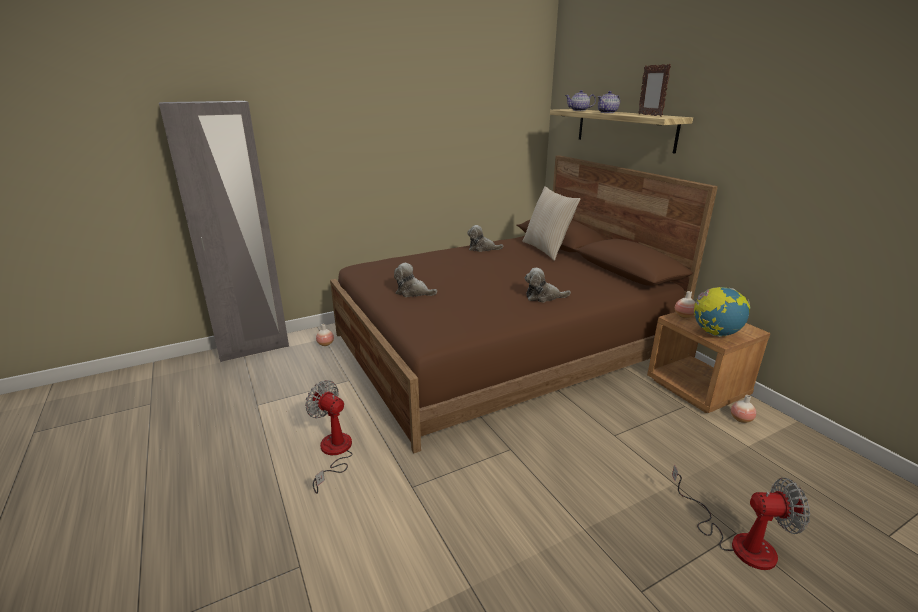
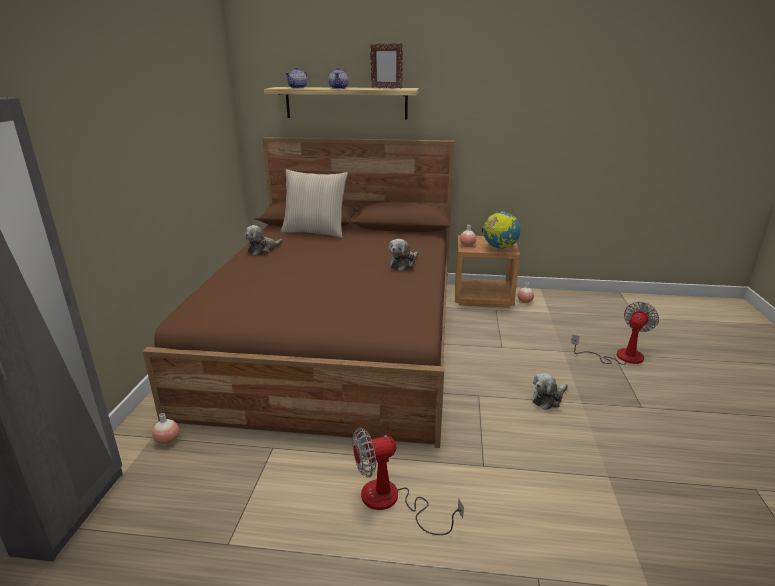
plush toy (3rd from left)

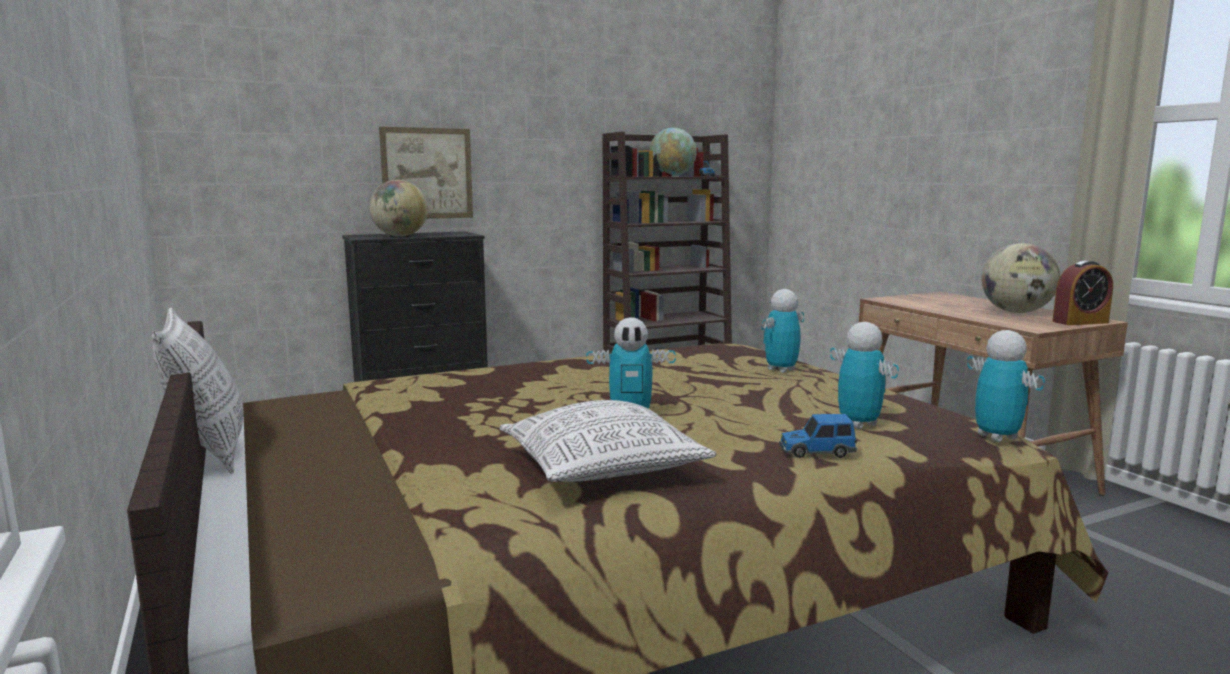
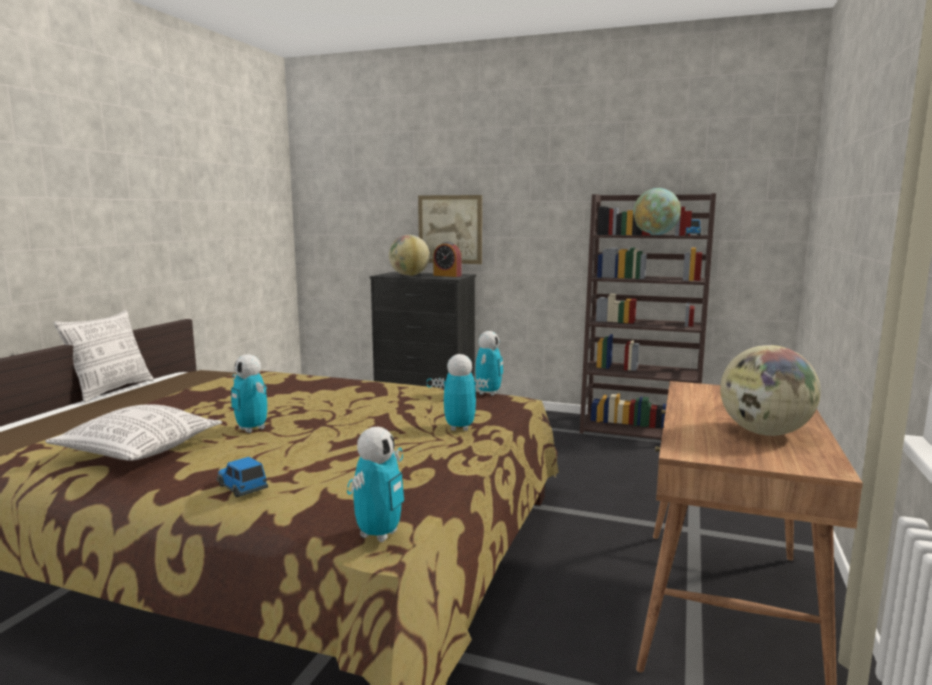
toy robot (4th from left)
alarm clock

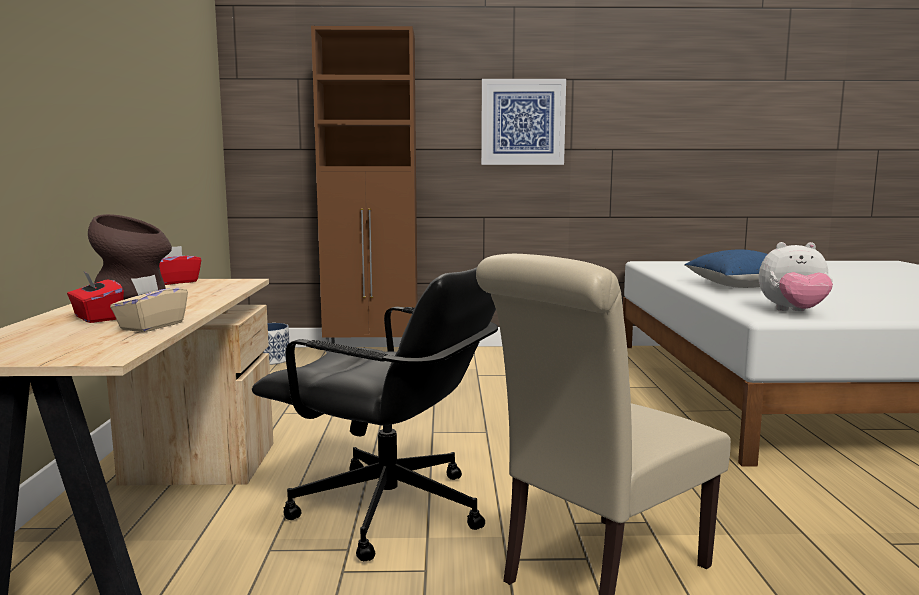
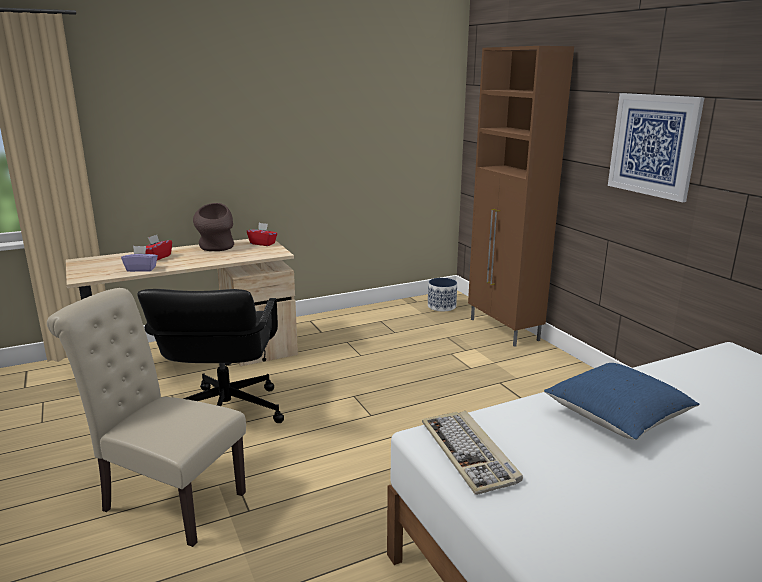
purple tissue holder
PC keyboard

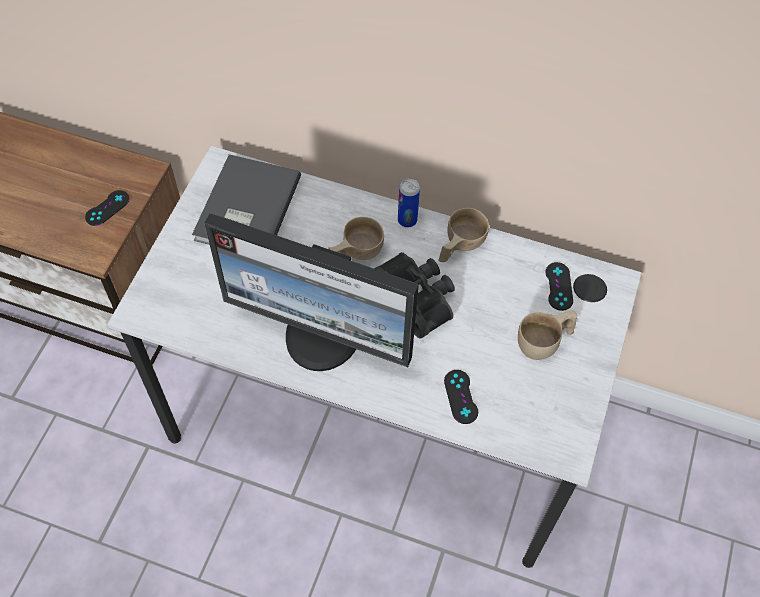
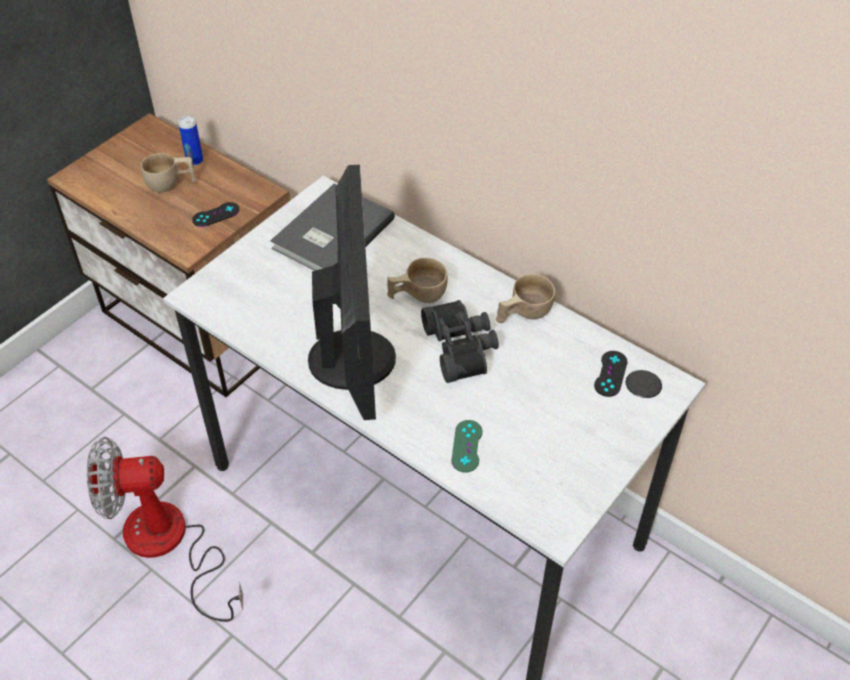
computer display
sealed can
green-coloured game controller
beige-coloured cup (1st from left)
fan

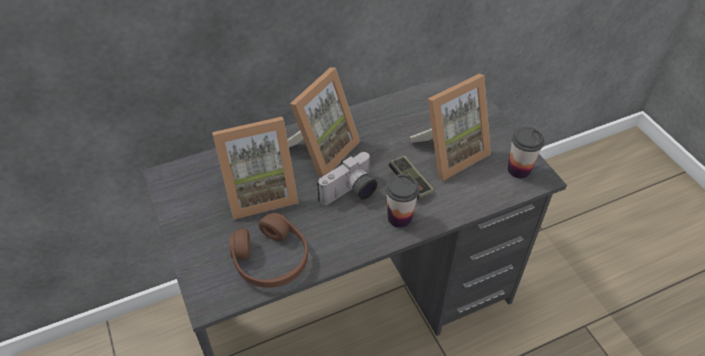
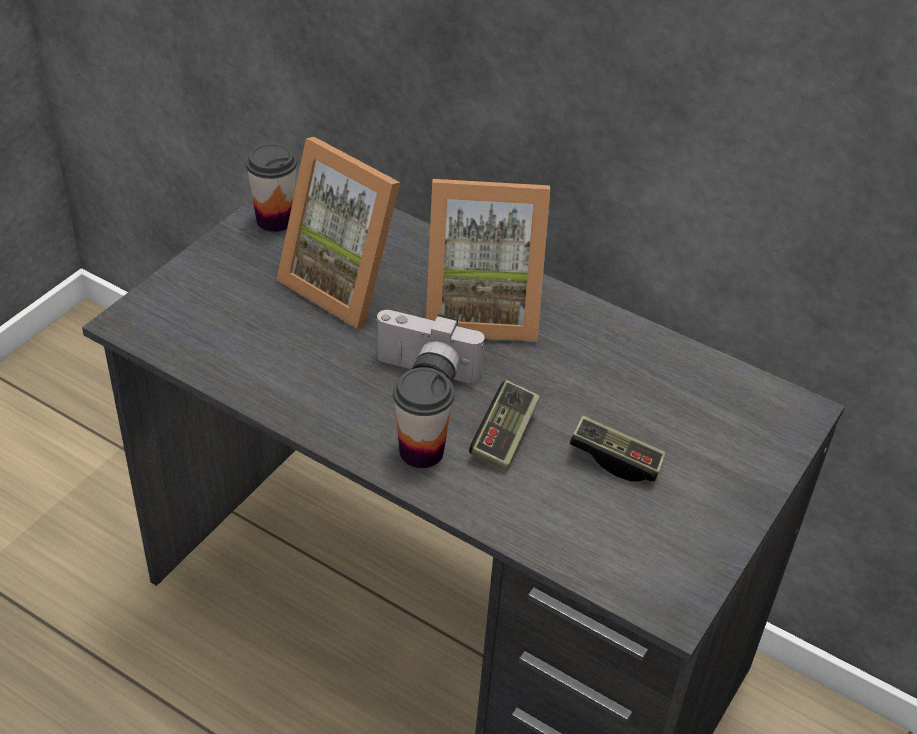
brown-coloured pair of headphones
game controller (2nd from left)
cup (1st from left)

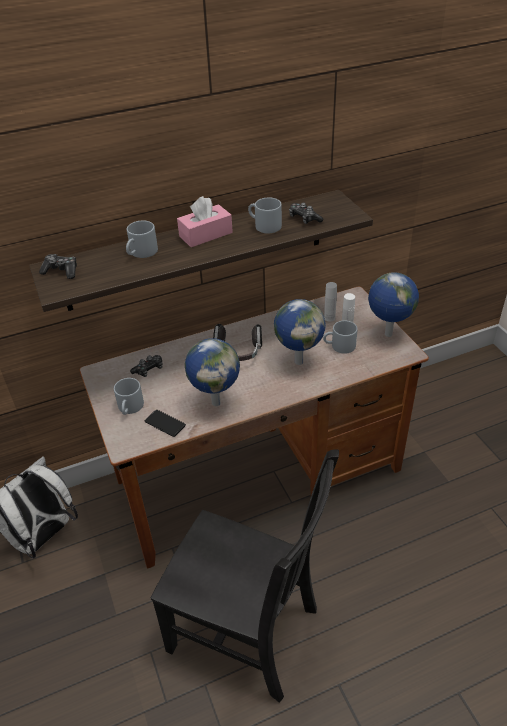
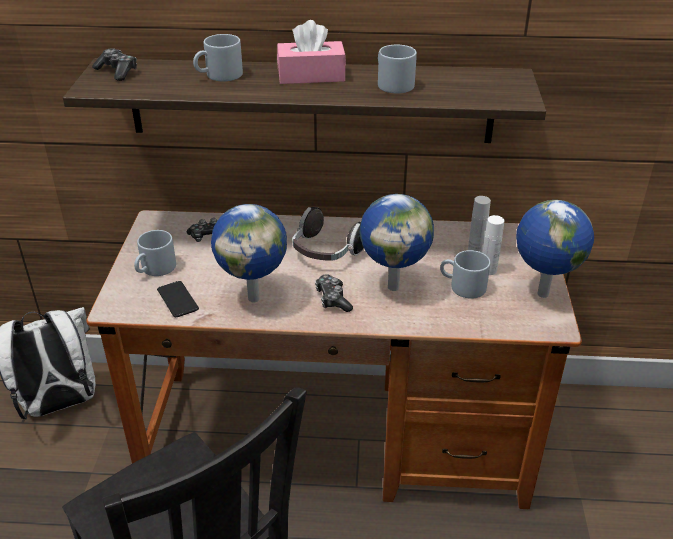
game controller (3rd from left)

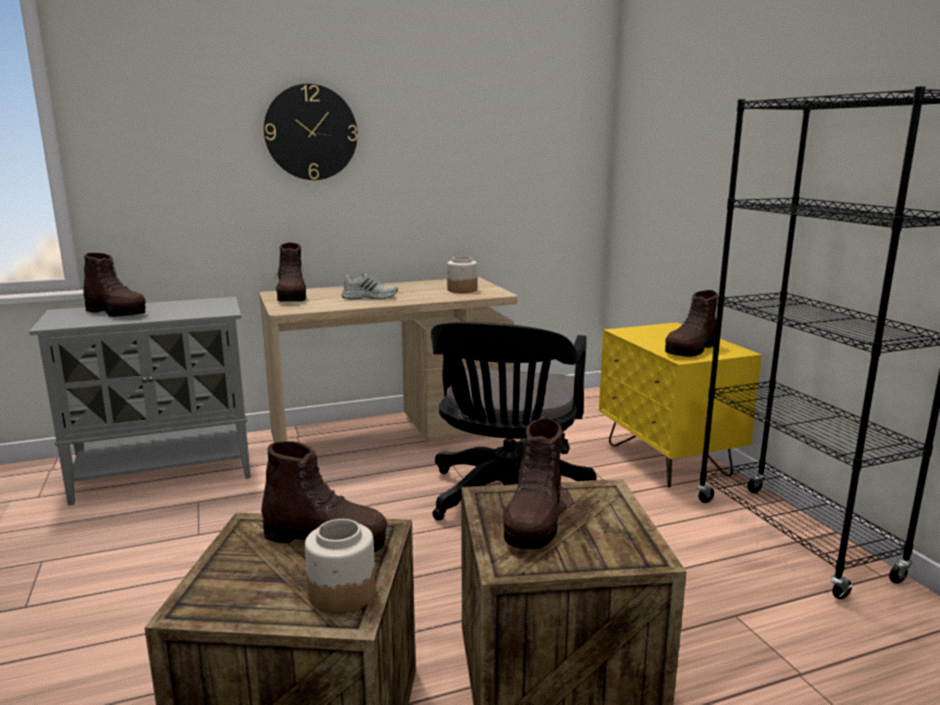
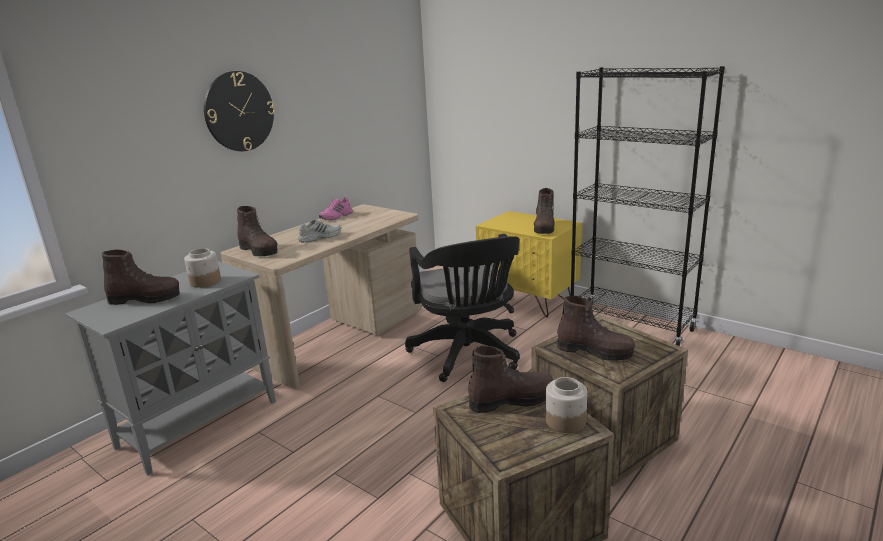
preserve jar (1st from left)
brown-coloured high-top boot (5th from left)
pinkish low shoe

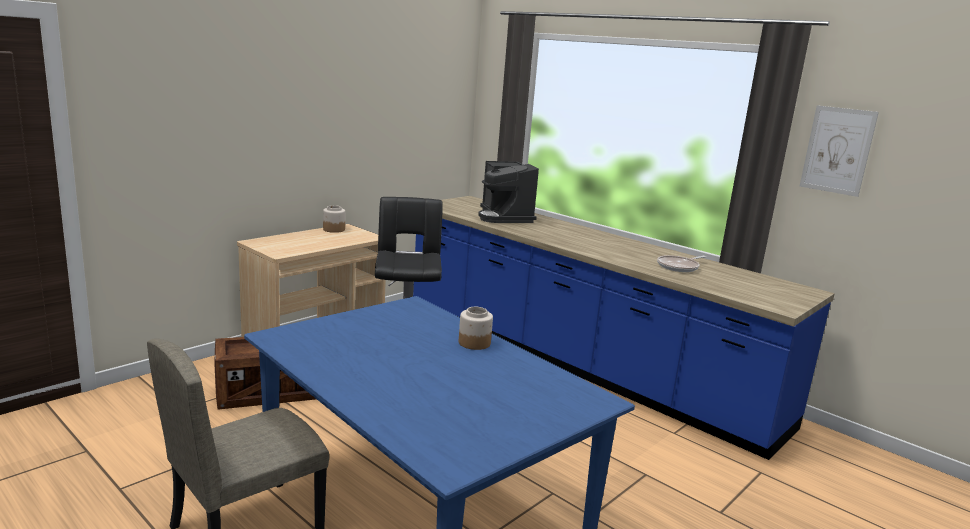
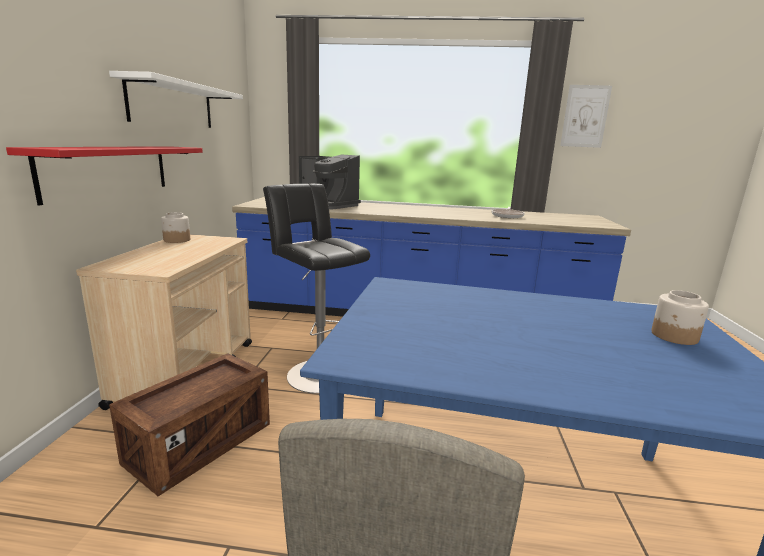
preserve jar (2nd from left)
reddish shelf
white-coloured shelf

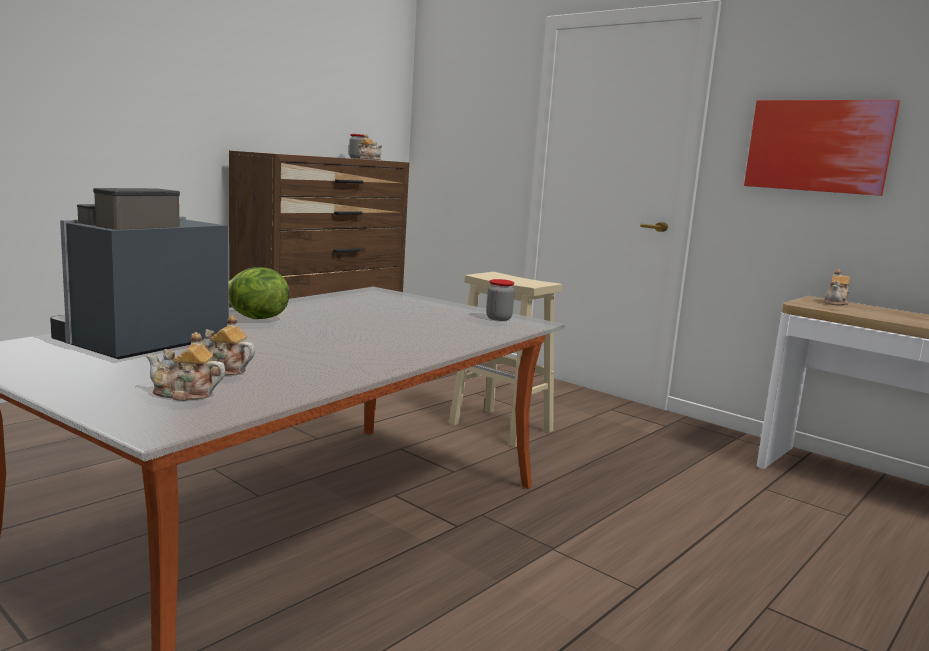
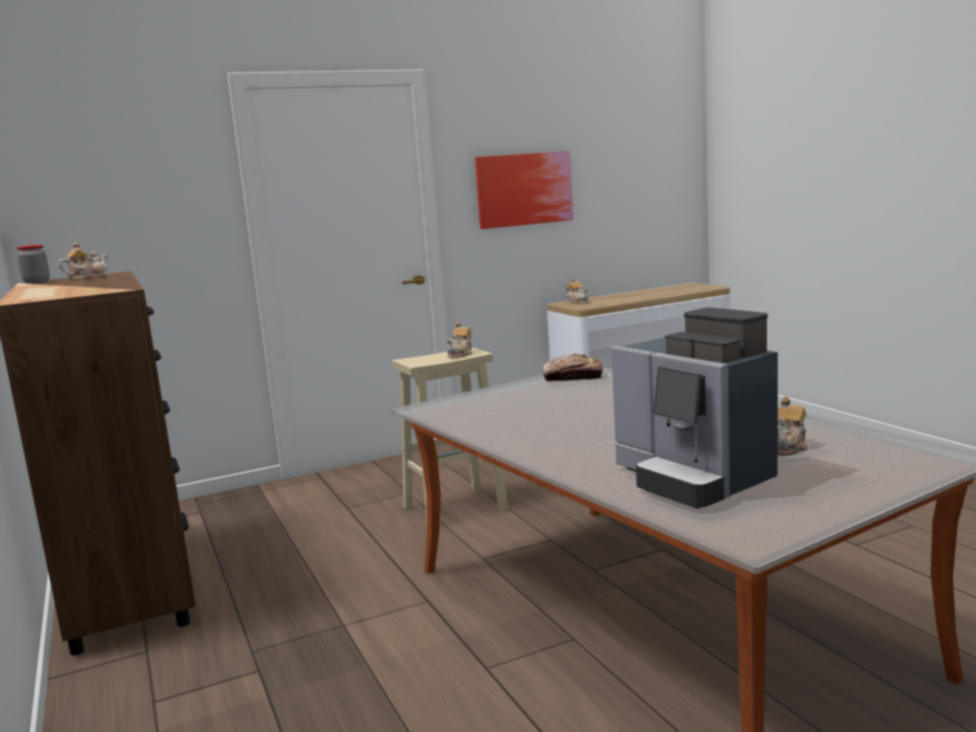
pot for tea (2nd from left)
lettuce head
bread

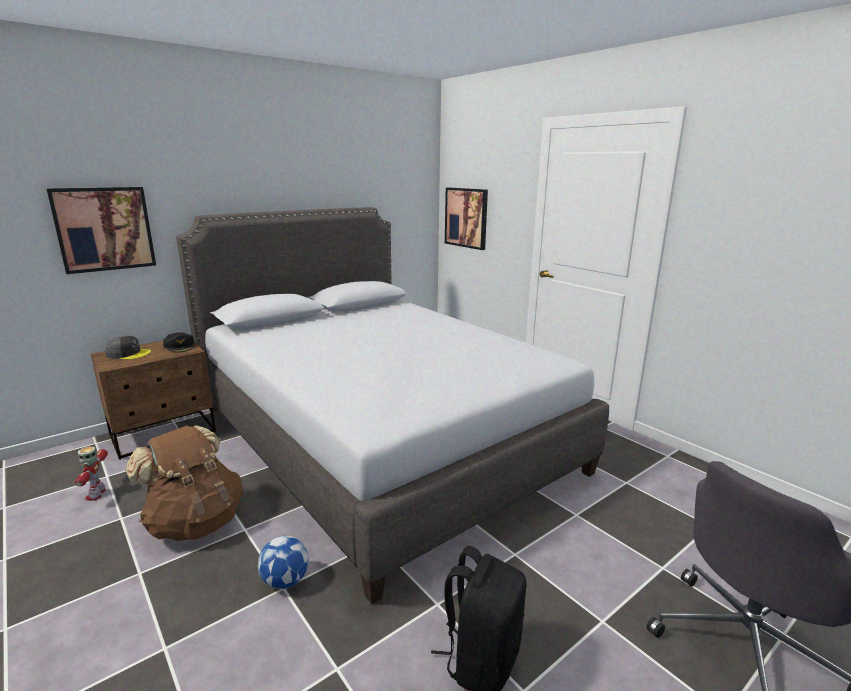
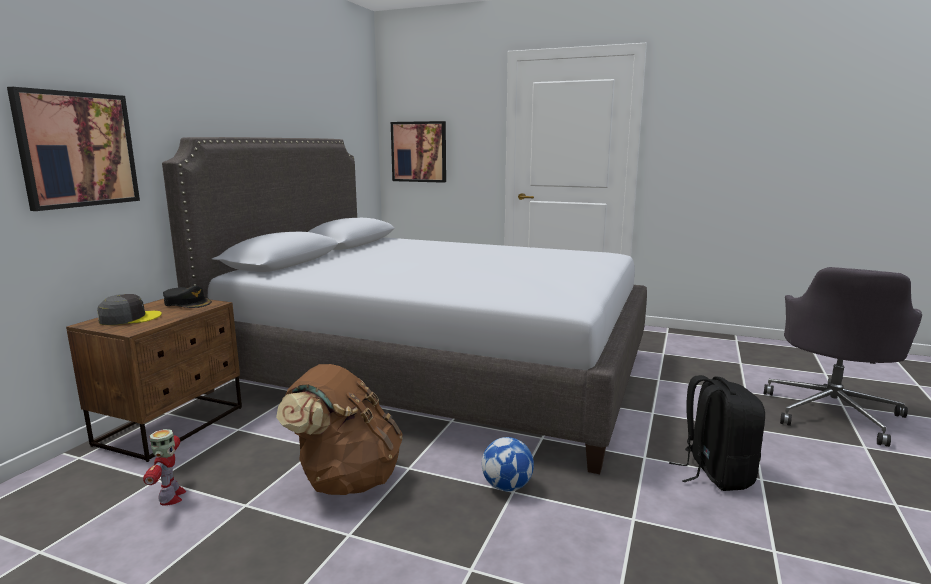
toy robot

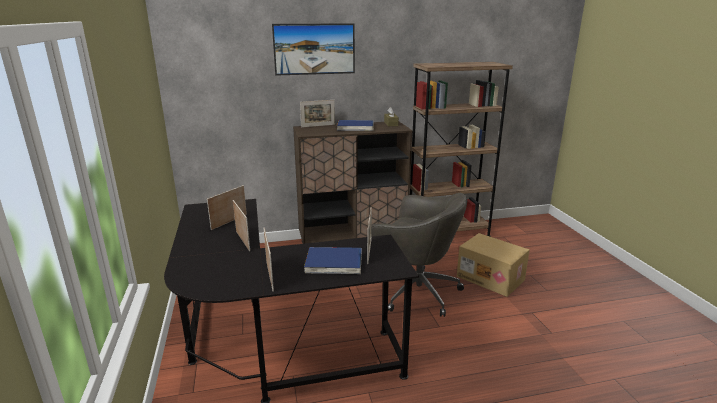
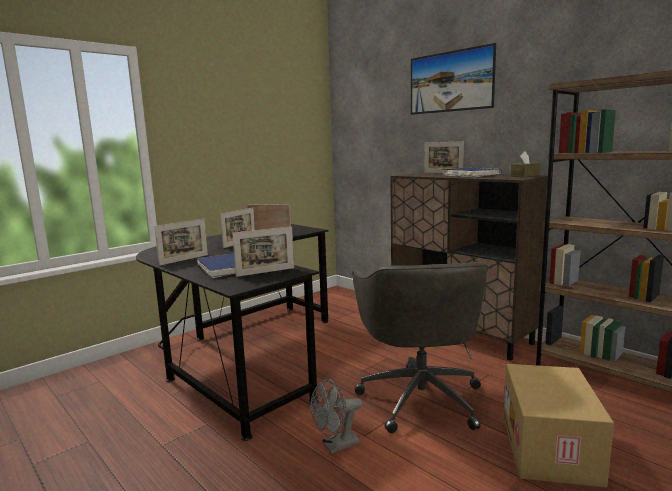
greyish fan

